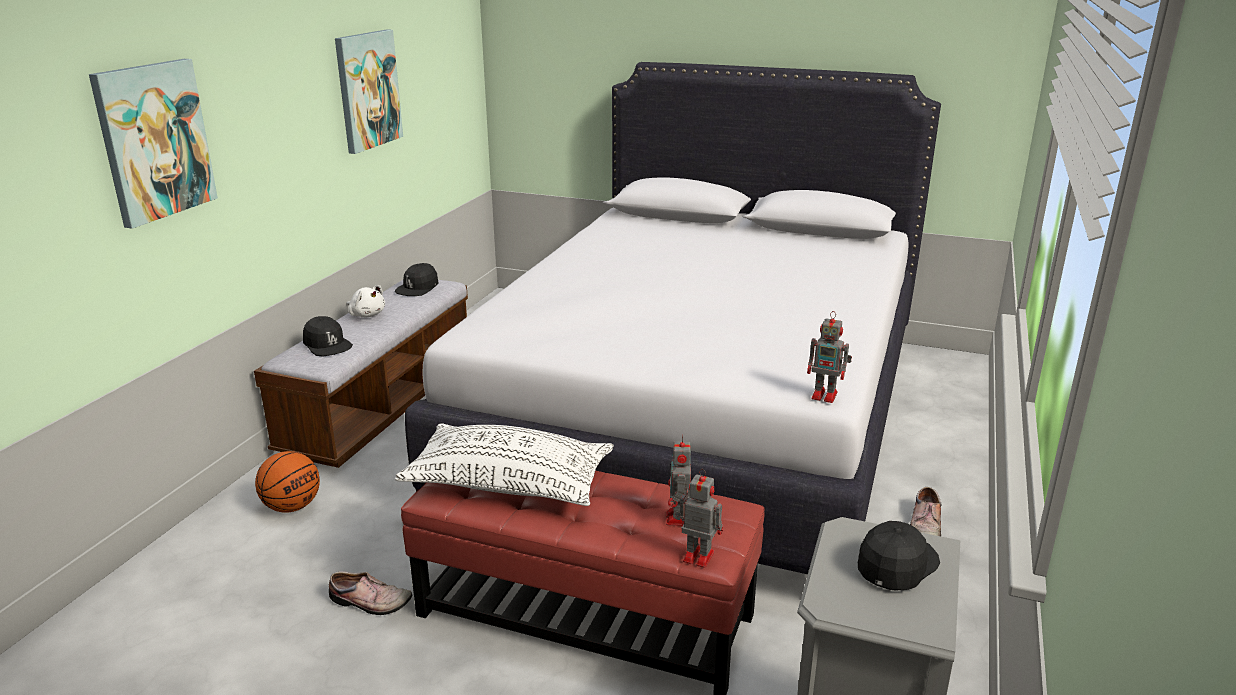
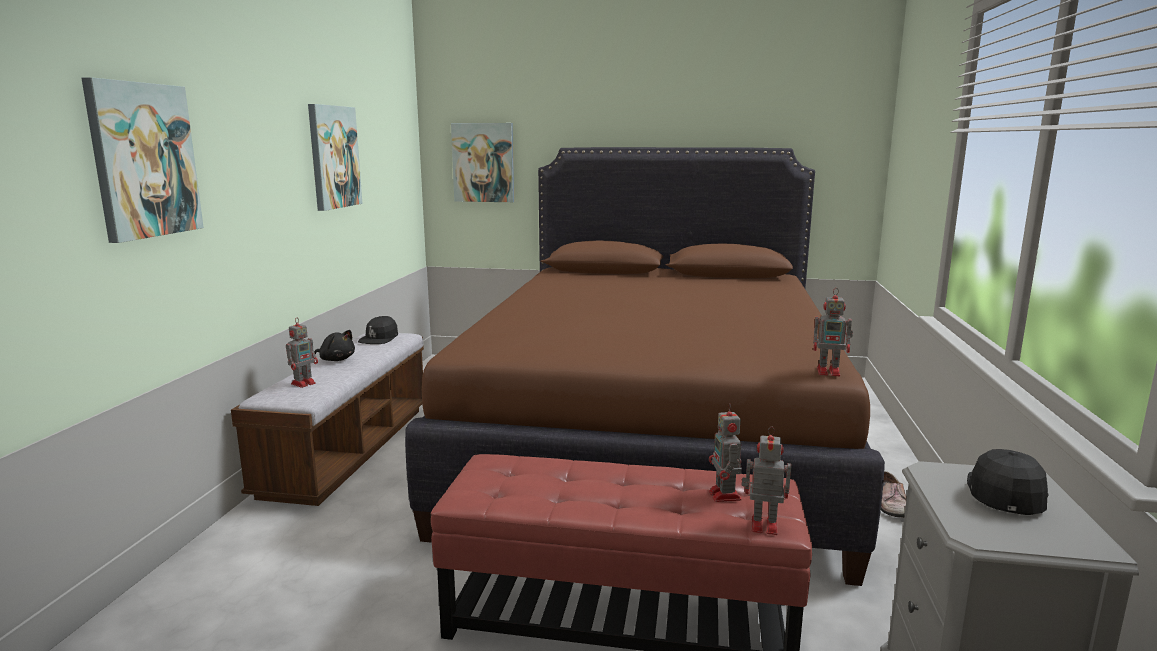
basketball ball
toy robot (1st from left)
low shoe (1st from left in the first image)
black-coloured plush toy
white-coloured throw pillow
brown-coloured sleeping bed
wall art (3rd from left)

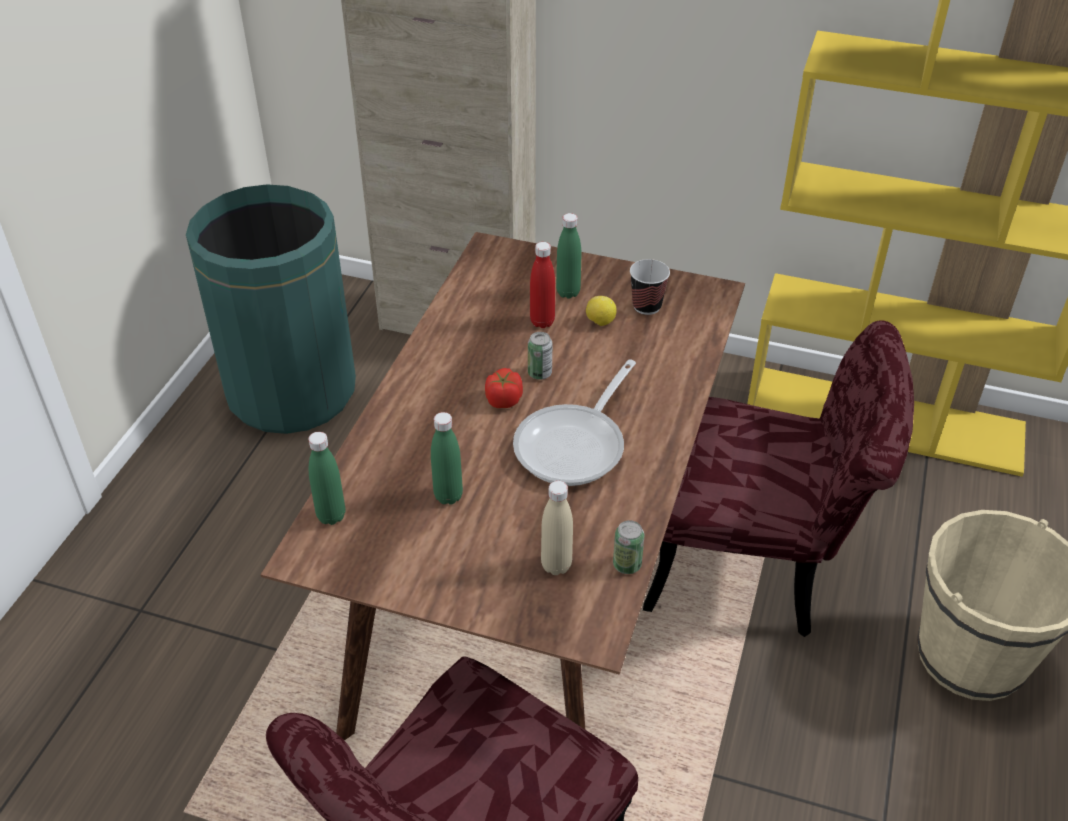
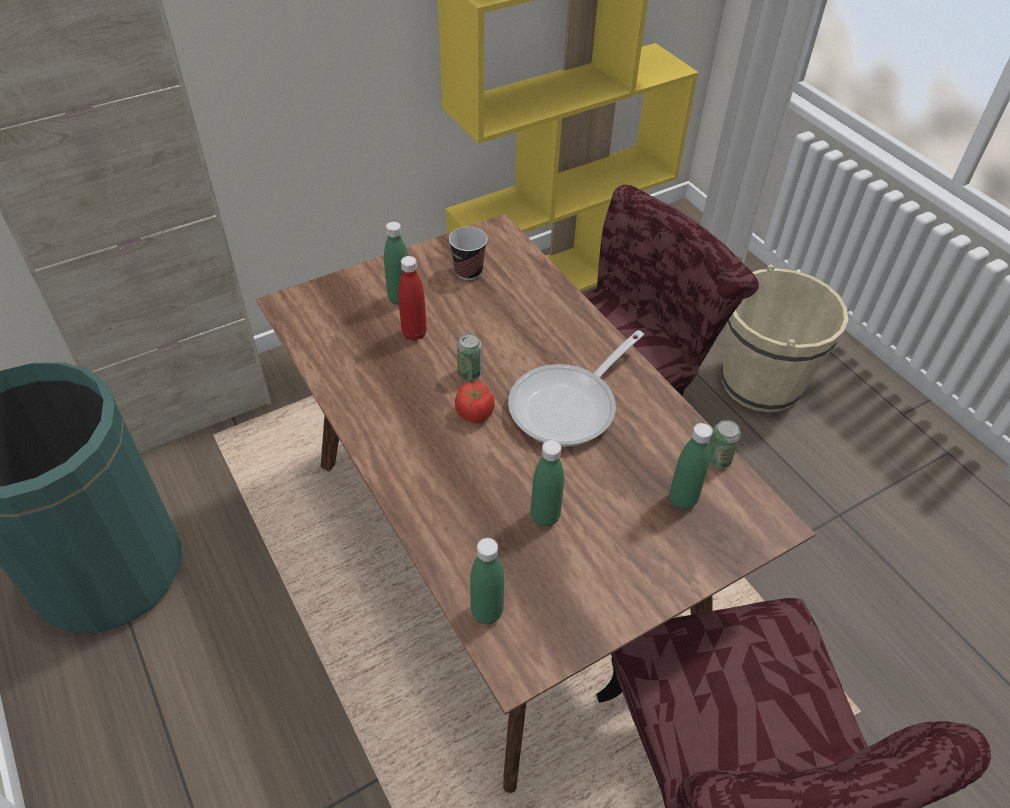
frying pan
green-coloured beverage bottle (4th from left)
citrus fruit

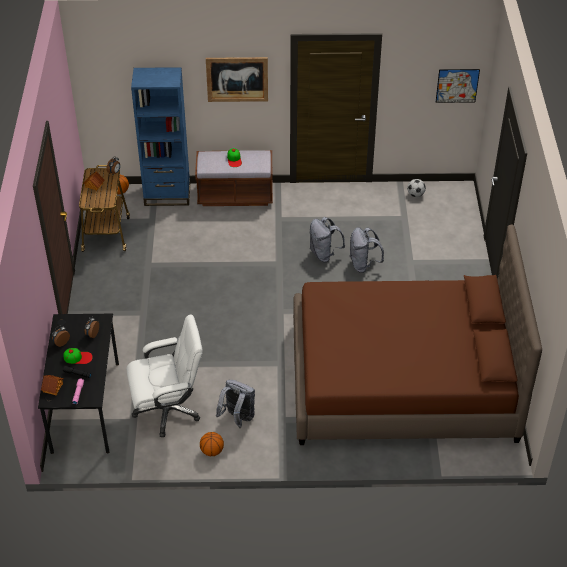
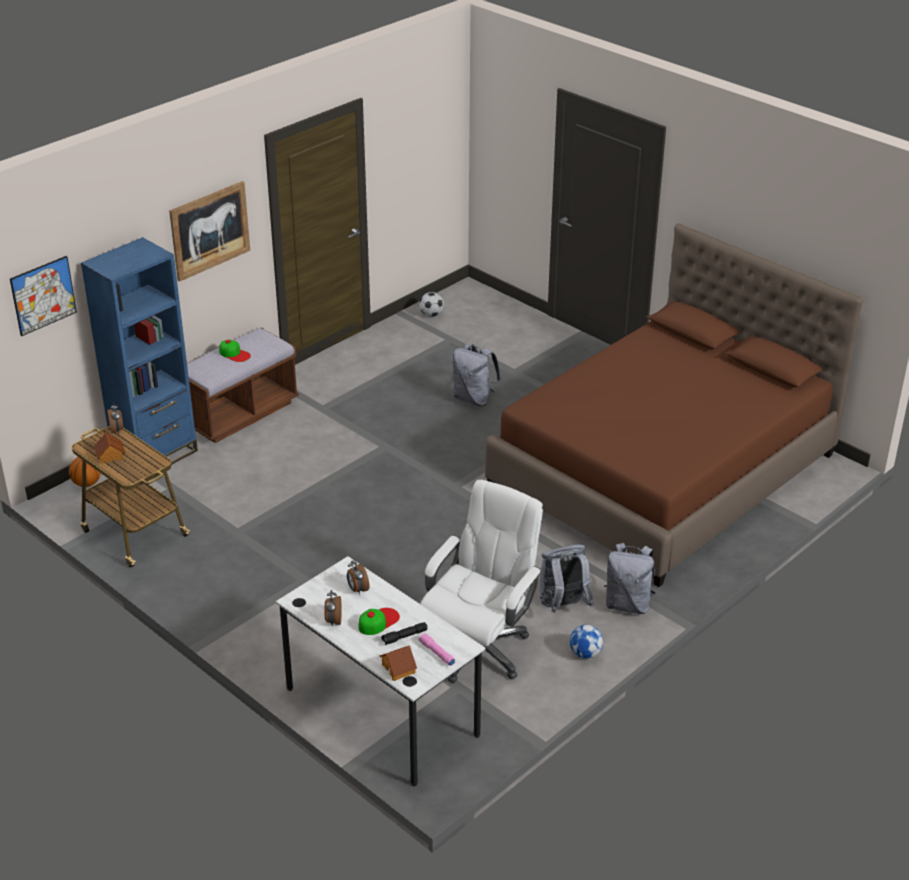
white-coloured desk
ball for football (2nd from left)
greyish backpack (3rd from left)
wall art (1st from left)

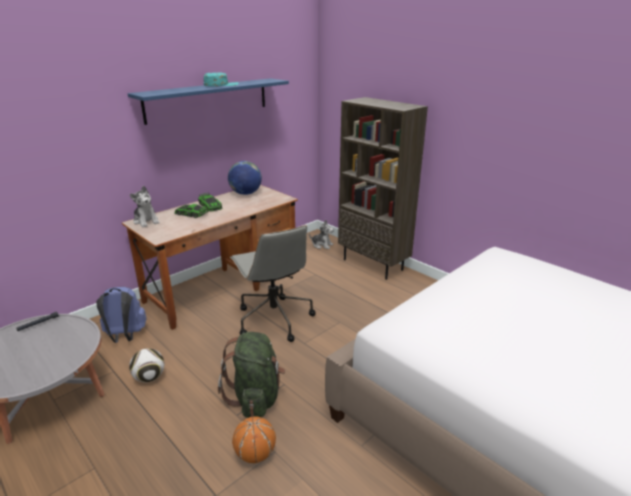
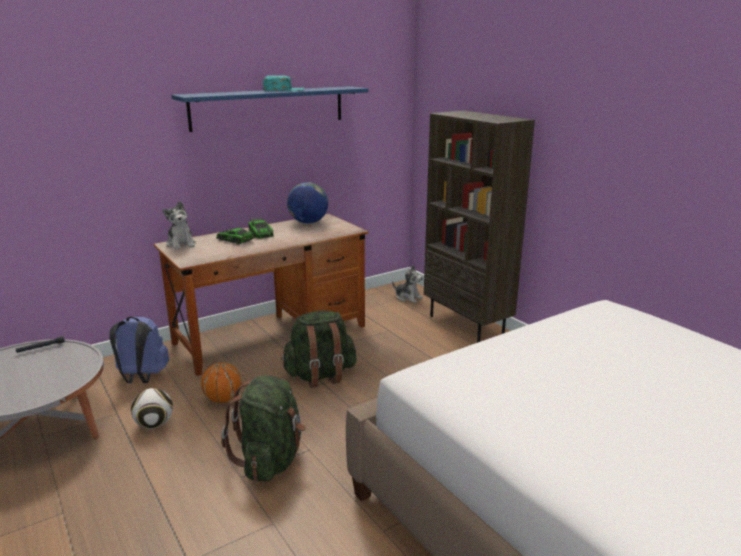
green-coloured backpack (2nd from left)
basketball ball

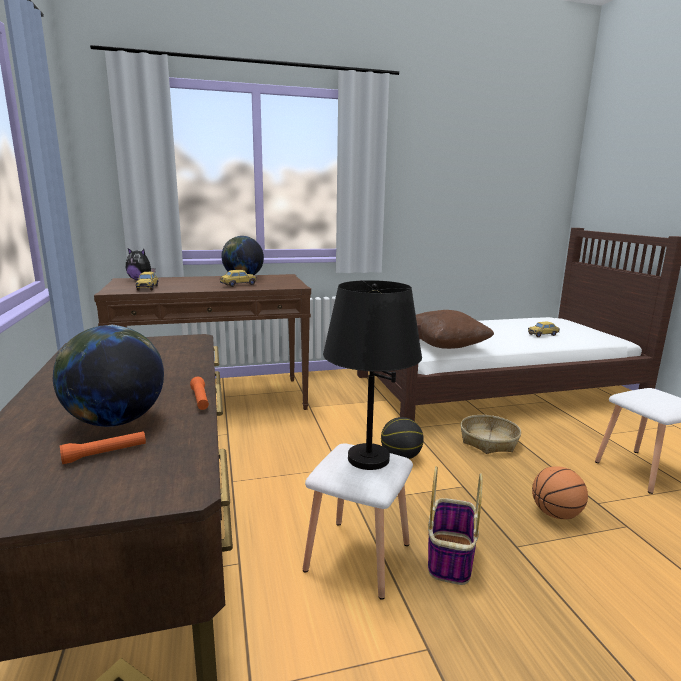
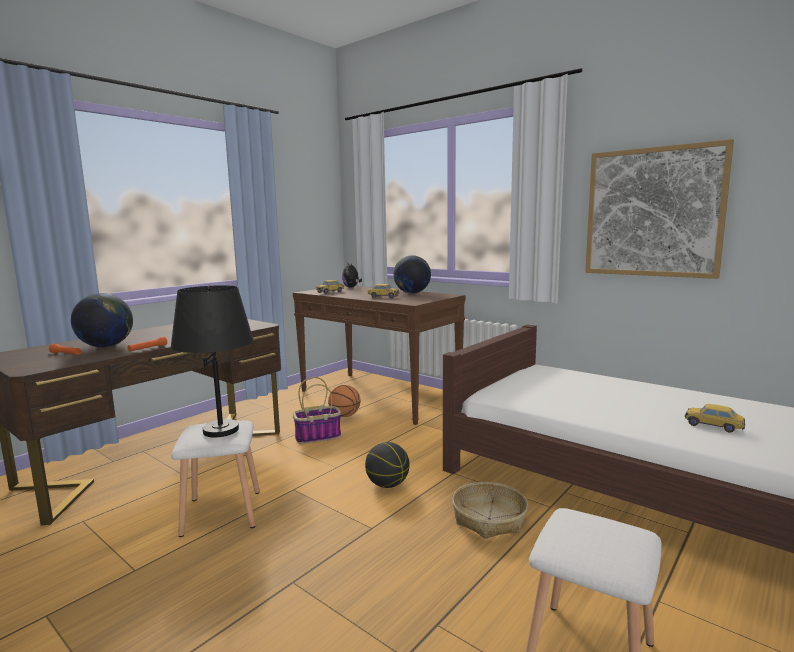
brown-coloured throw pillow
basket (1st from left)
basketball ball (1st from left)
wall art

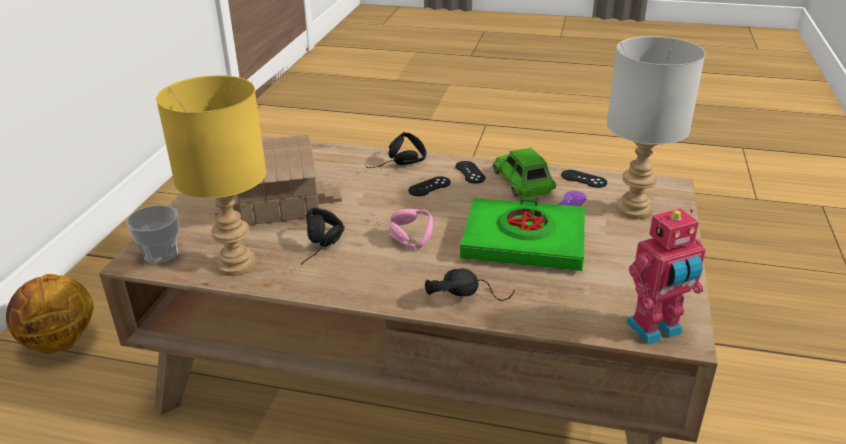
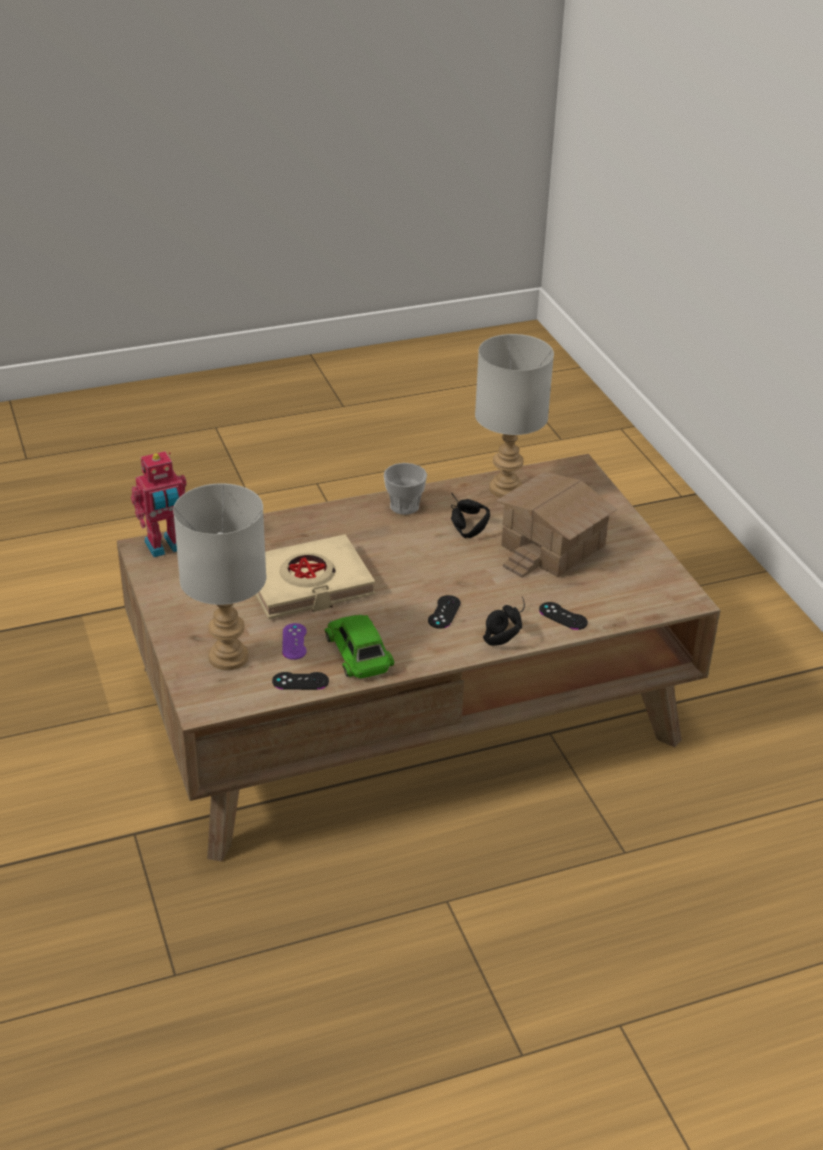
basketball ball
cup
greyish table lamp (2nd from left)
pinkish pair of headphones
black-coloured pair of headphones (3rd from left in the first image)
black-coloured game controller (3rd from left)
beige-coloured book
green-coloured model car
toy robot

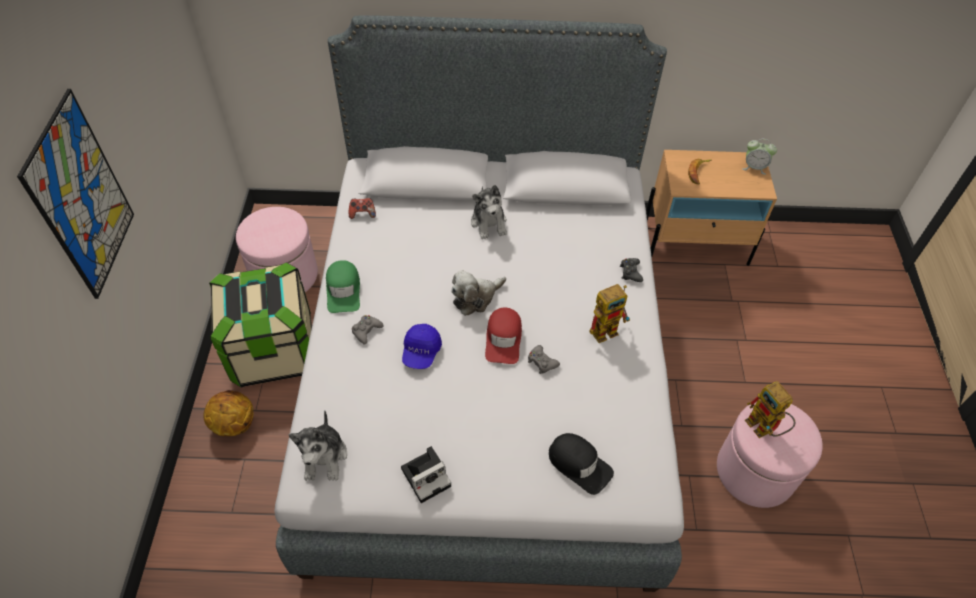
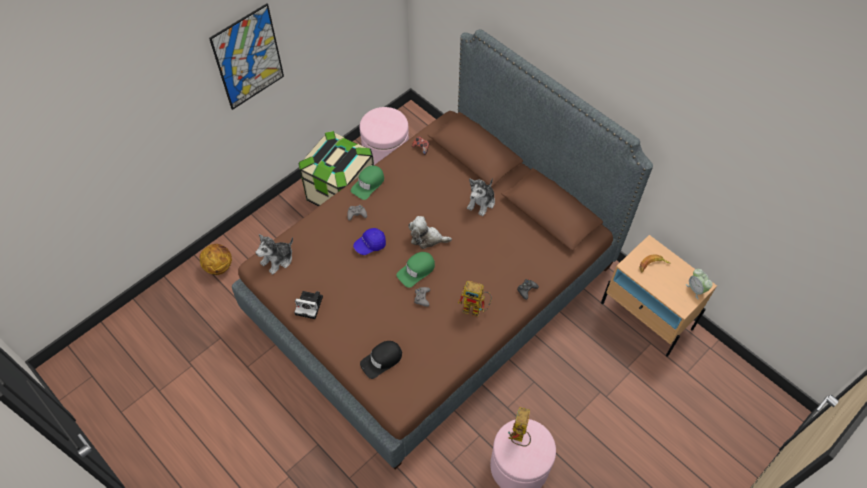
basketball ball
brown-coloured sleeping bed
green-coloured cap (2nd from left)
black-coloured cap

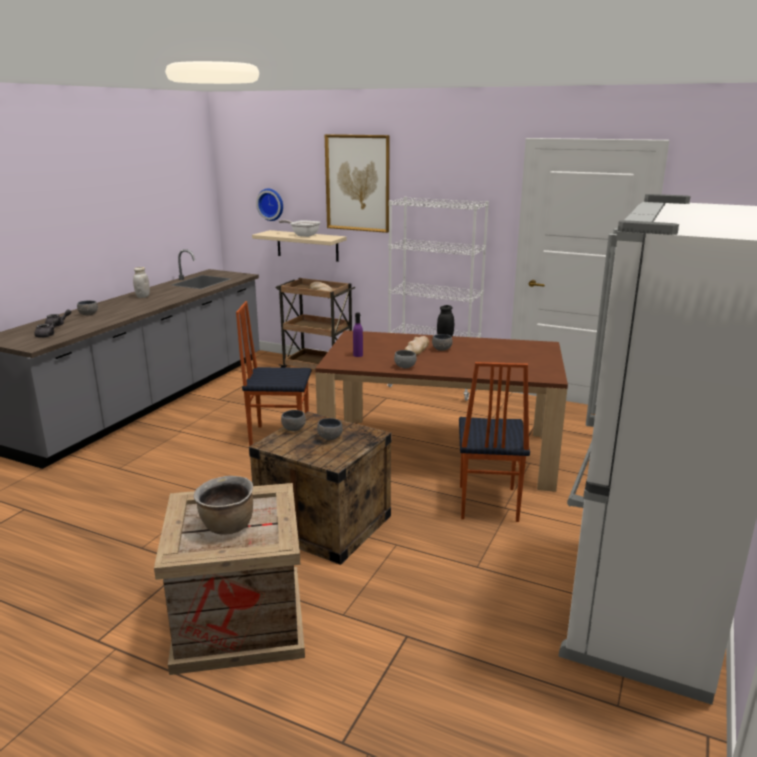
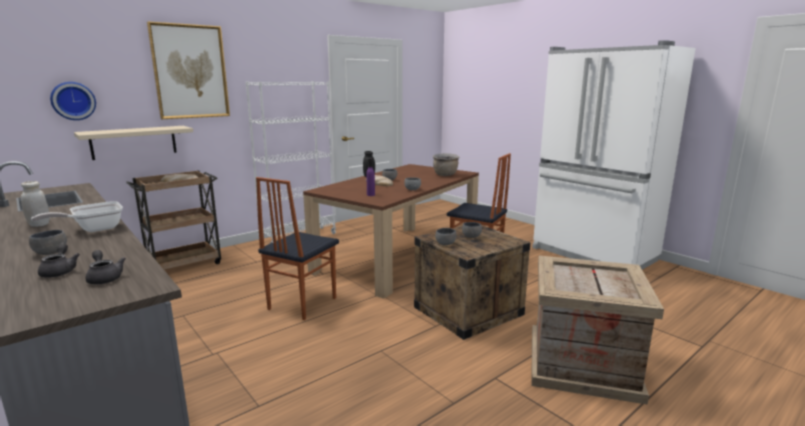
brown-coloured stockpot
frying pan

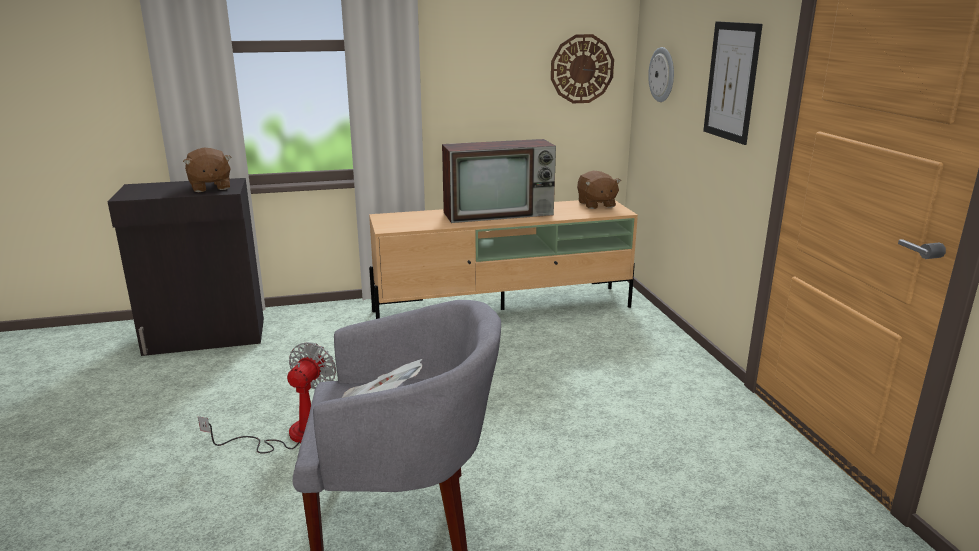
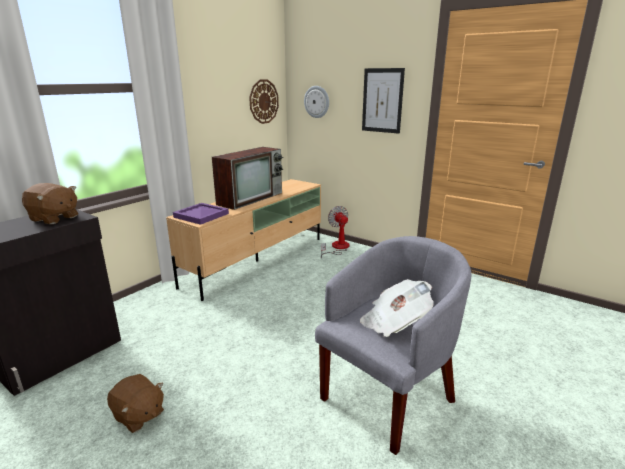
fan
brown-coloured plush toy (2nd from left)
purple carrying tray

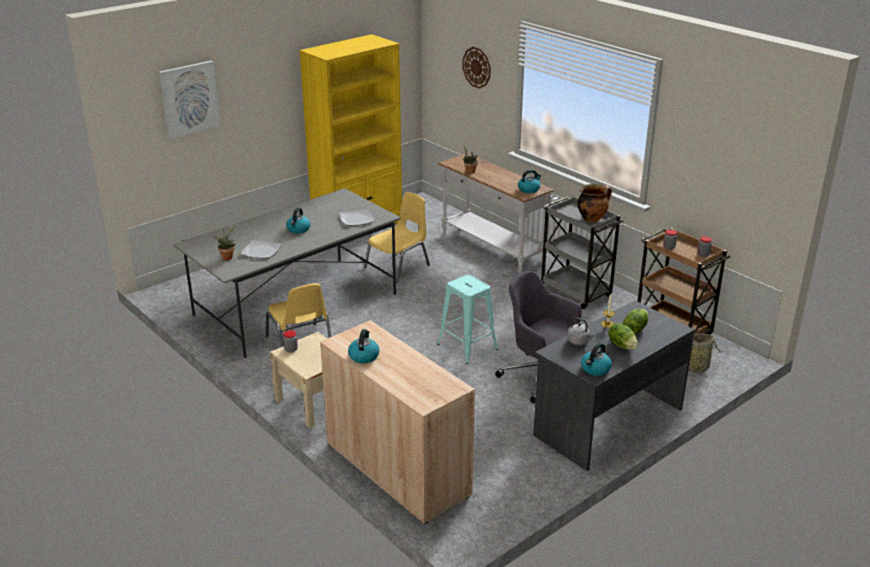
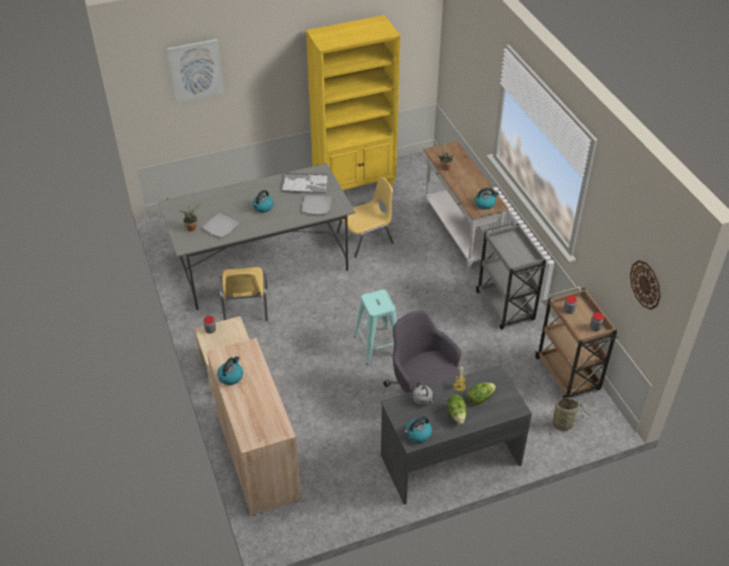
hanging clock
stockpot
carrying tray

